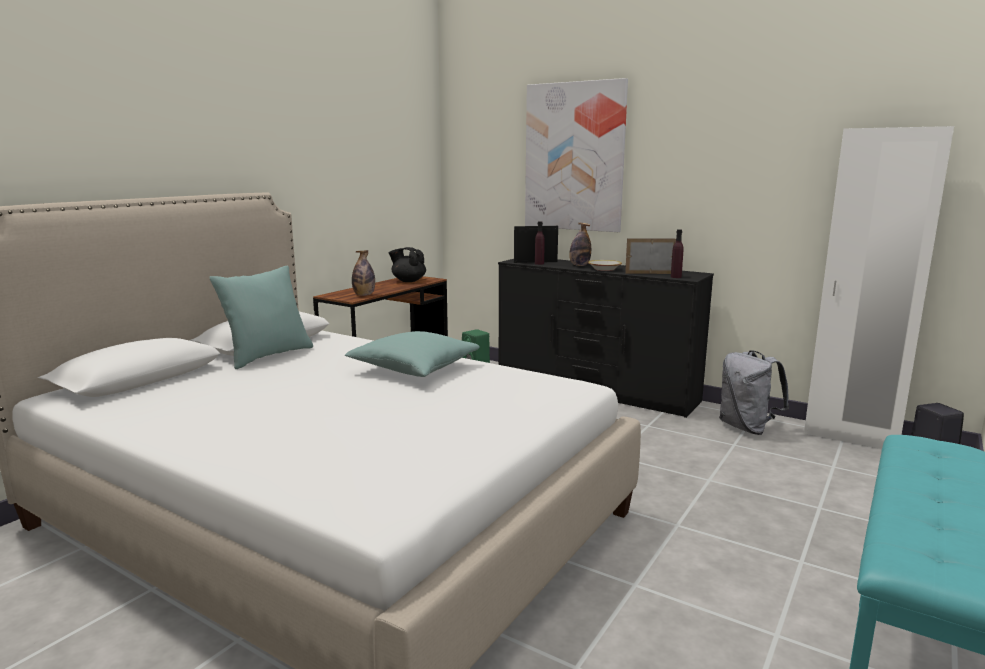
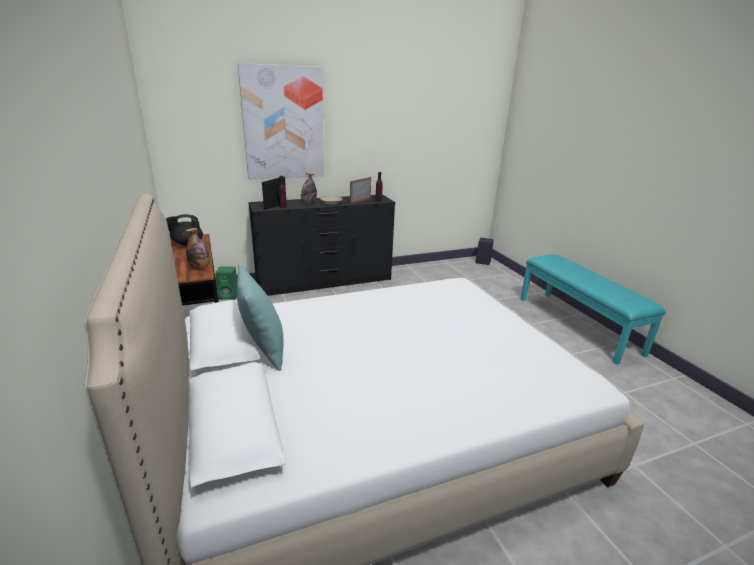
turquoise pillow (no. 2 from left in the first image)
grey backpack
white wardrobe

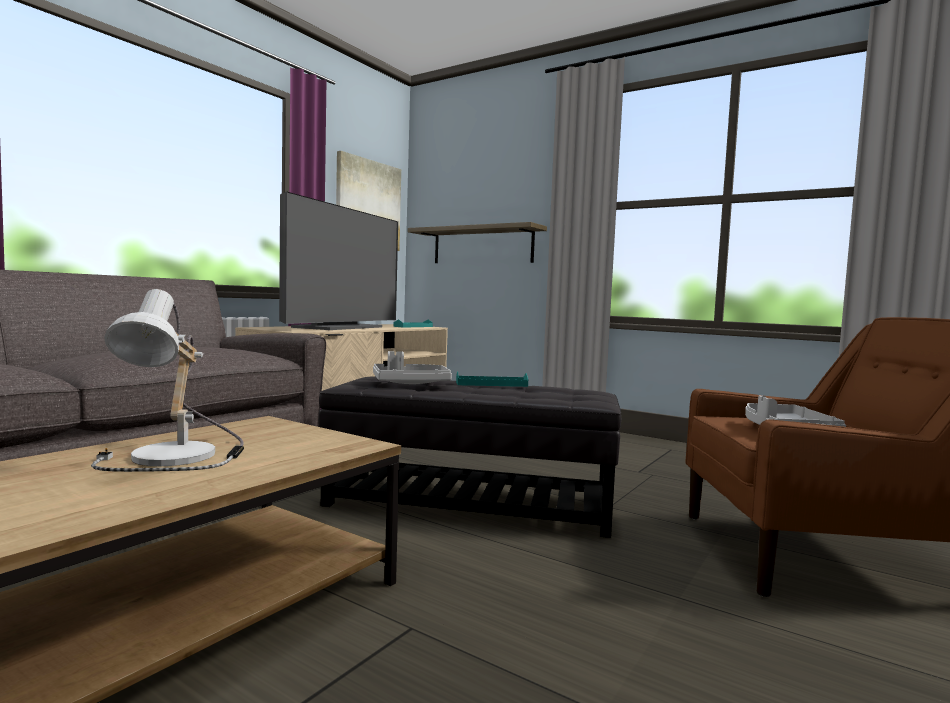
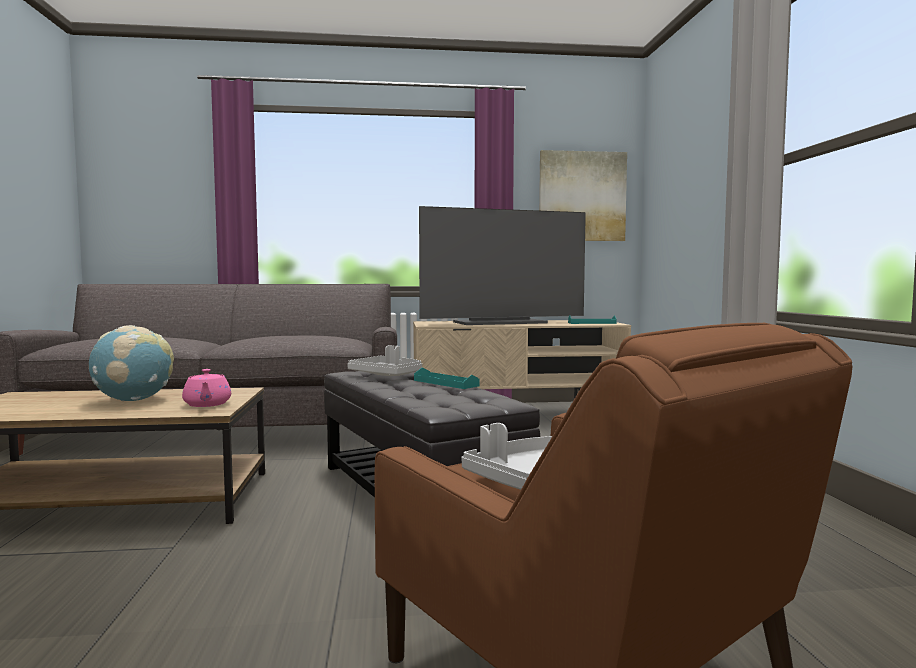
shelf
pink teapot
globe

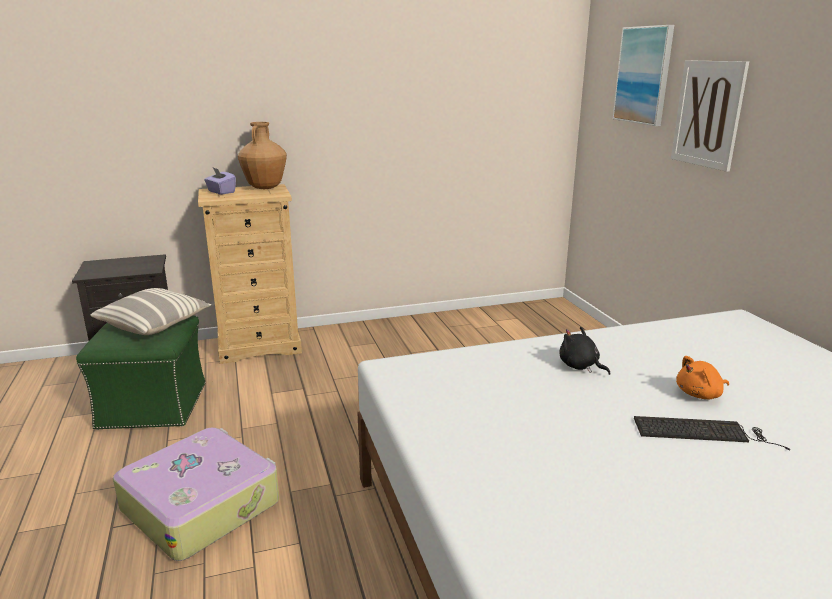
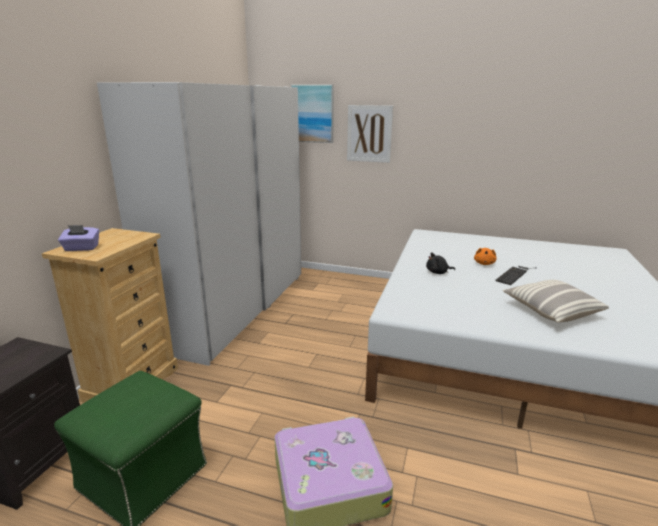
brown vase
white wardrobe
pillow

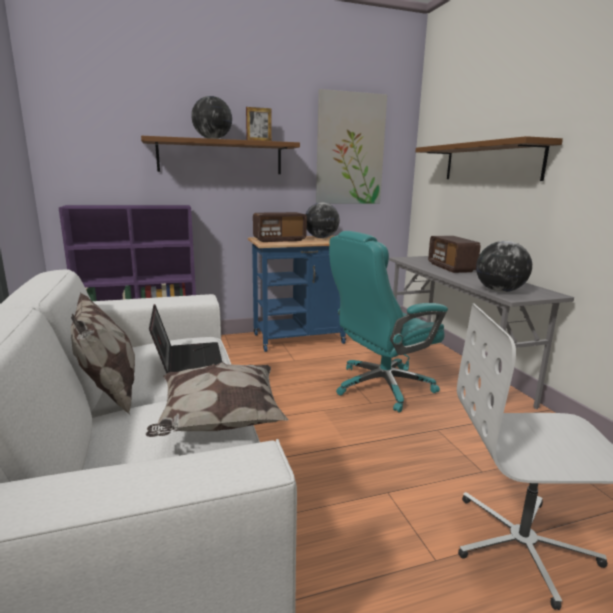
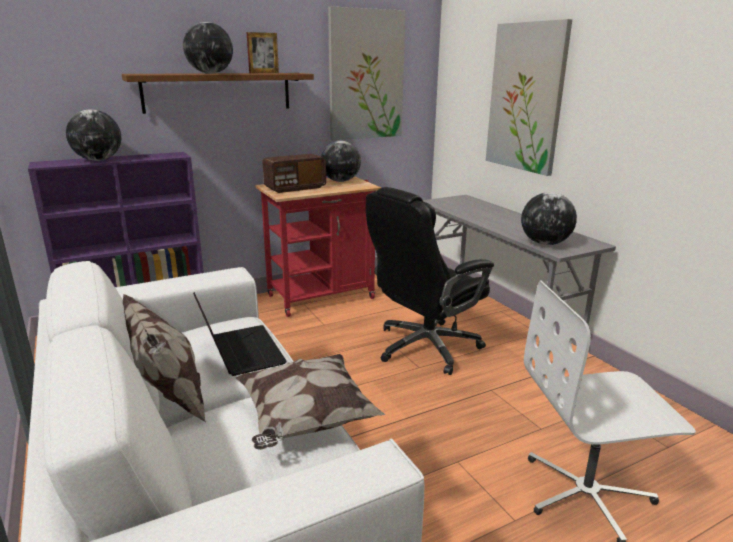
radio (no. 2 from left in the first image)
globe (no. 1 from left)
picture (no. 2 from left)
red cart
black office chair

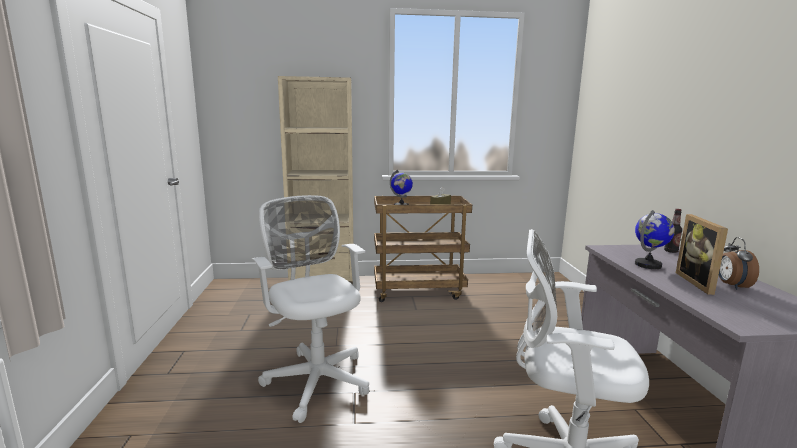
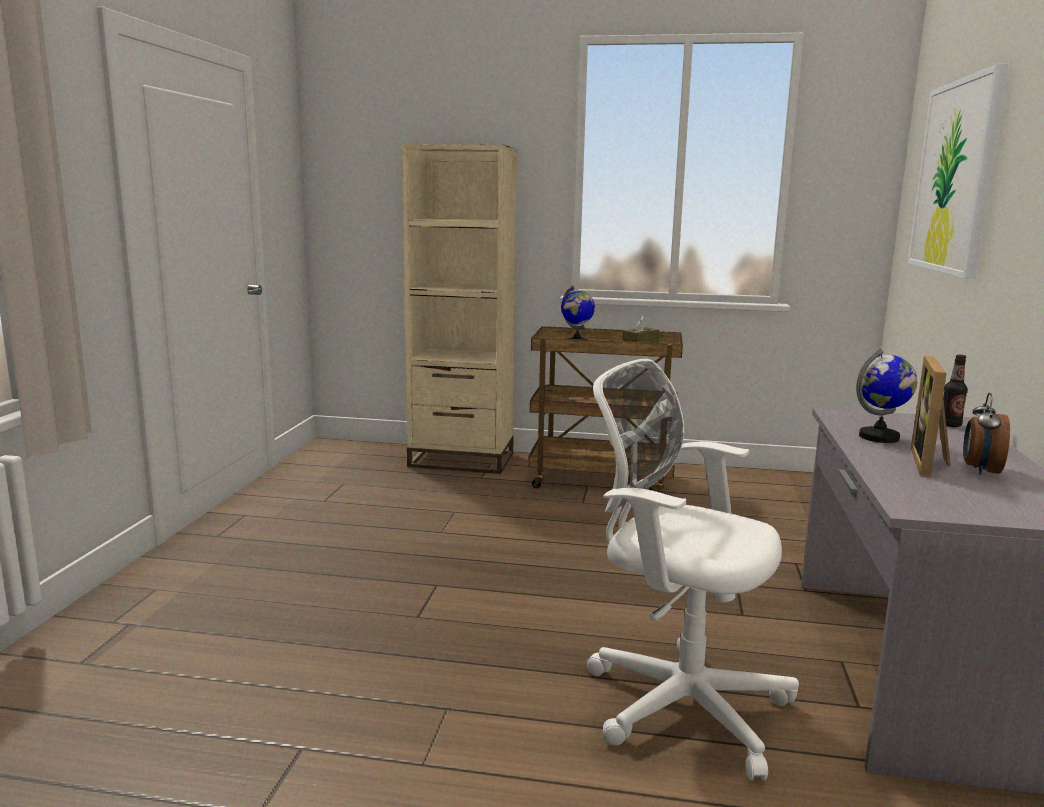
white office chair (no. 1 from left in the first image)
picture

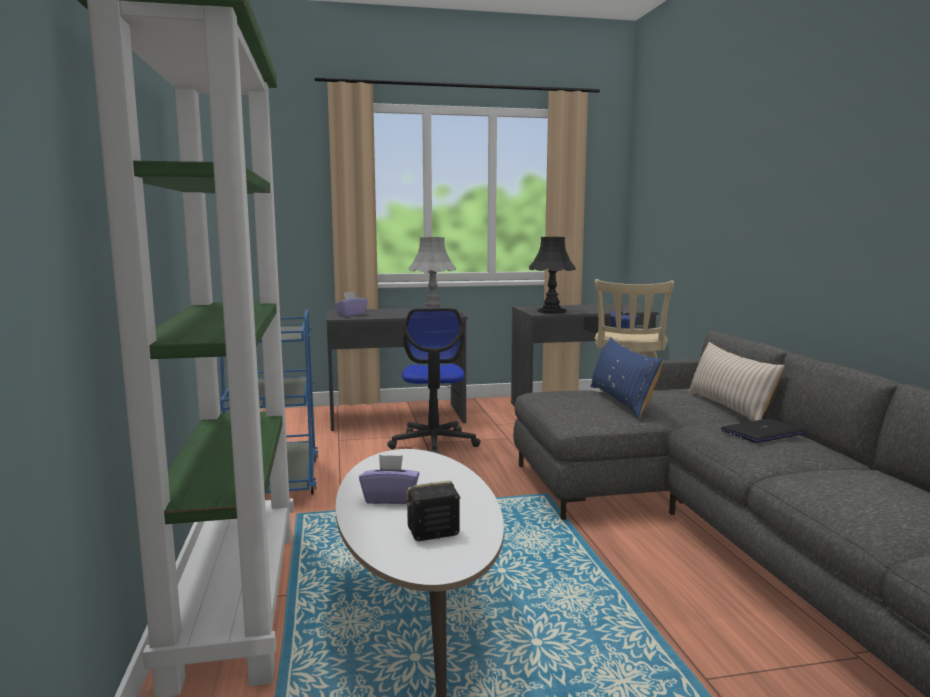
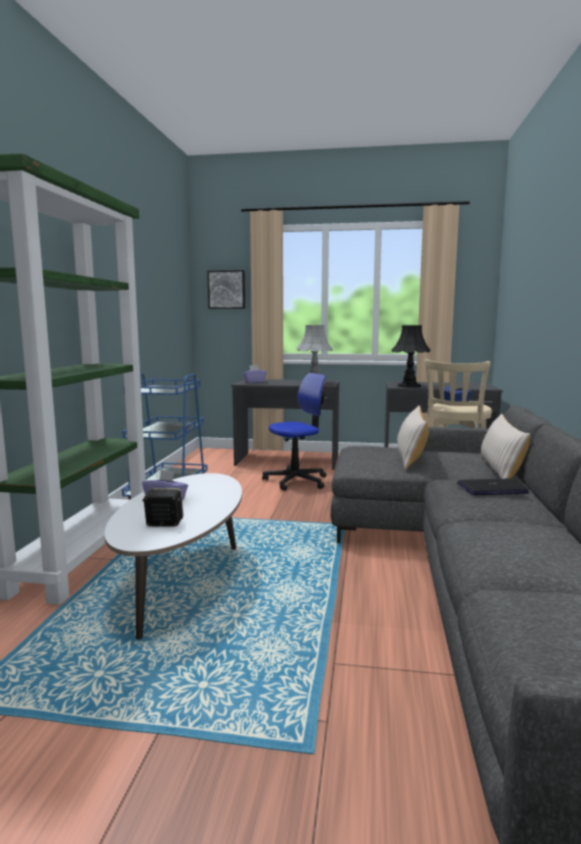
picture
beige pillow (no. 1 from left)
office chair

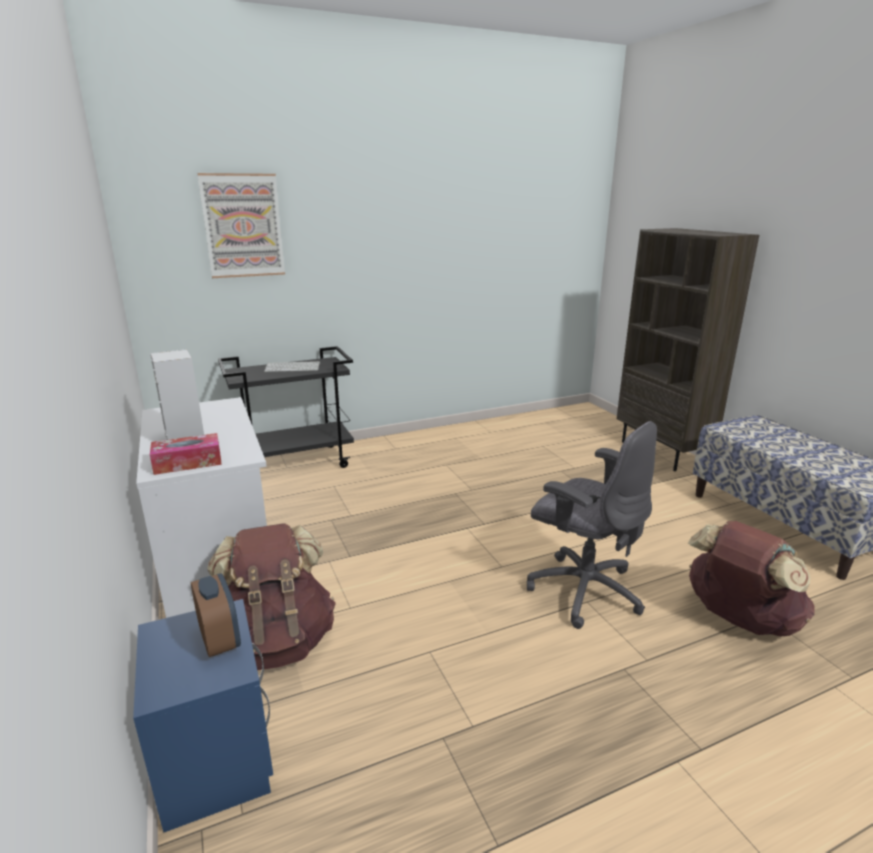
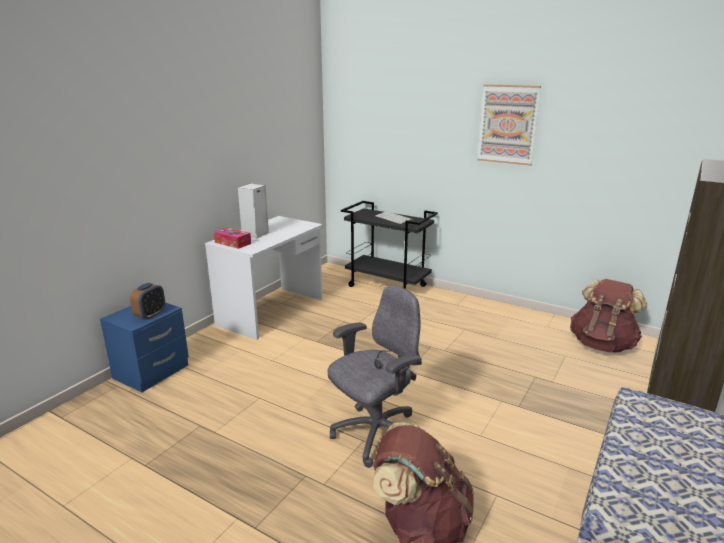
picture
brown backpack (no. 2 from left)
grey office chair

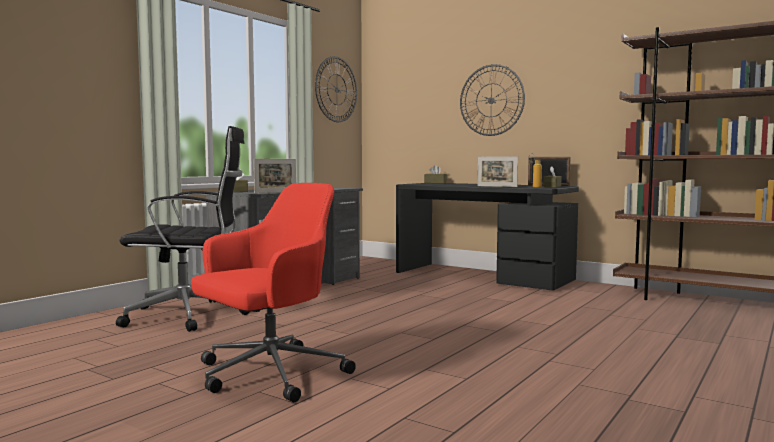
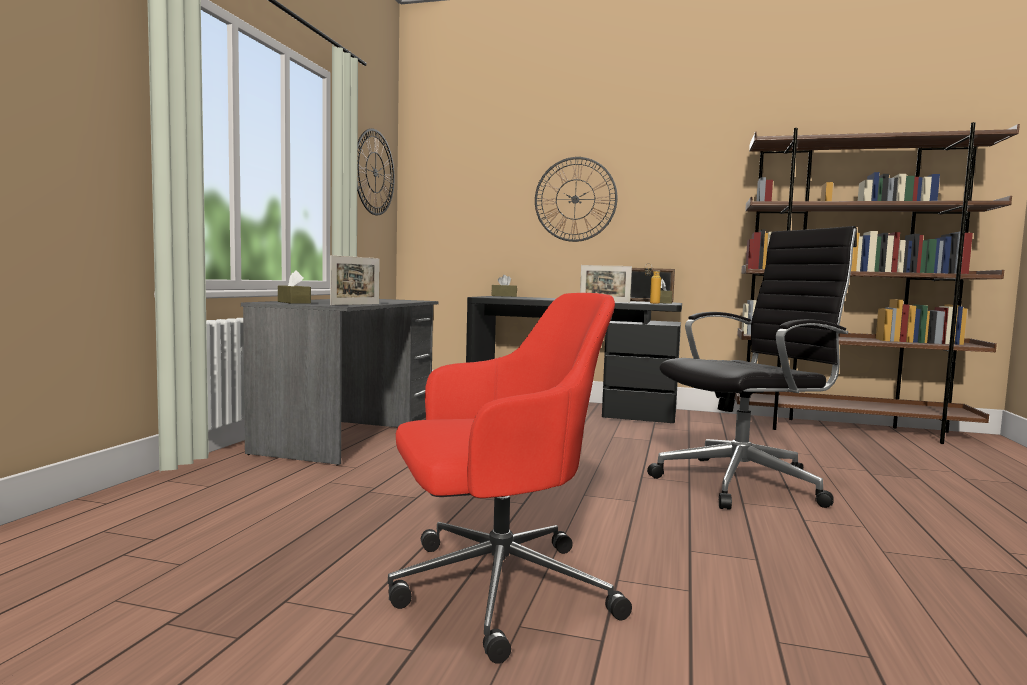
black office chair
red office chair

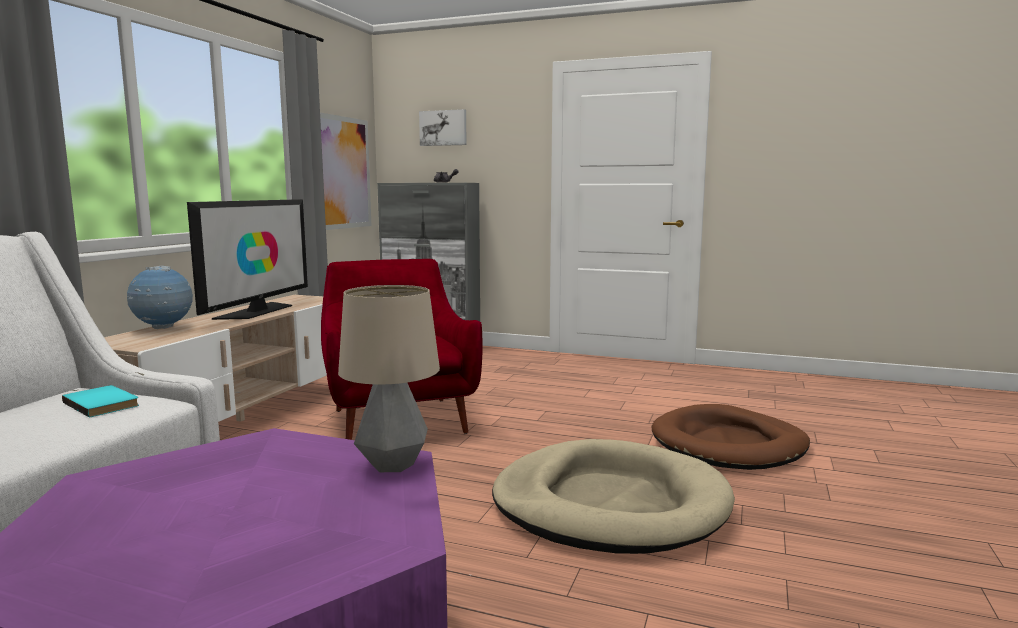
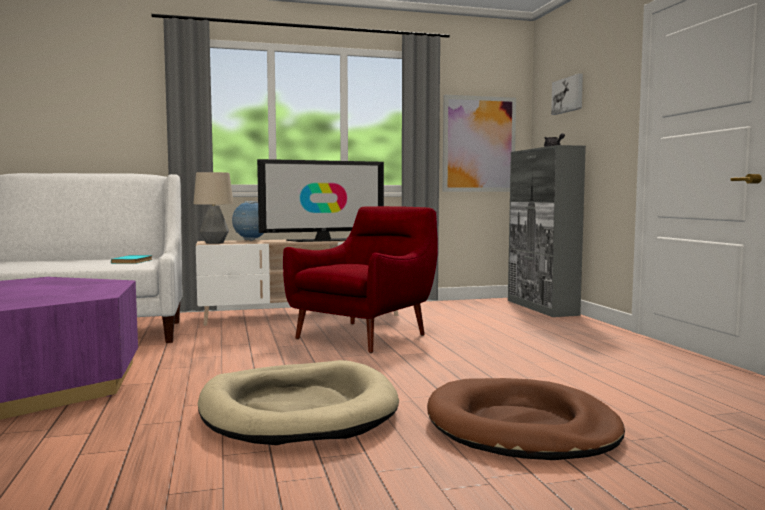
table lamp

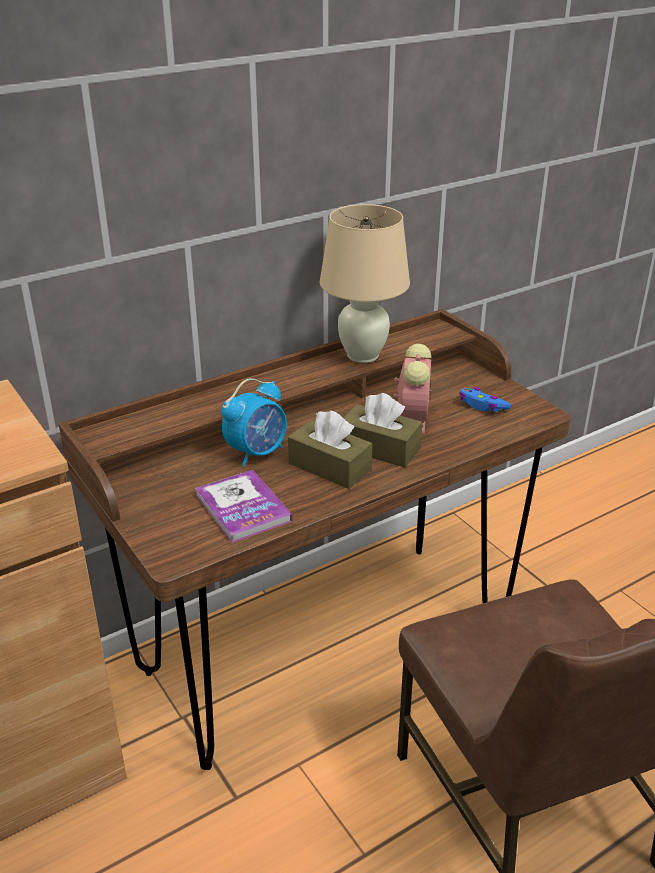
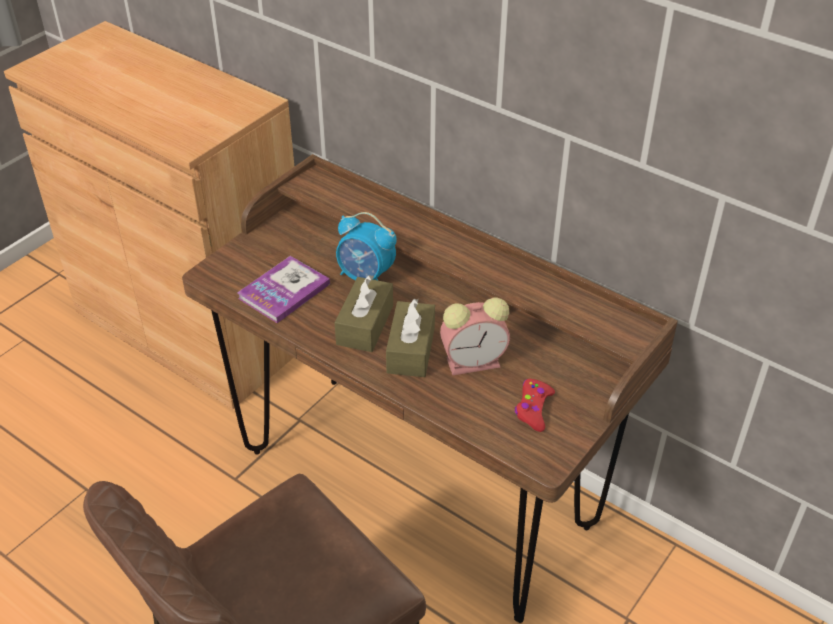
beige table lamp
red game controller

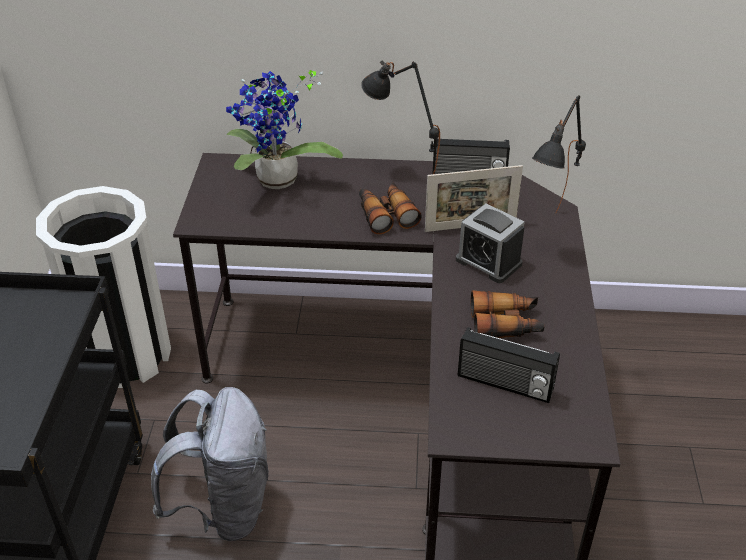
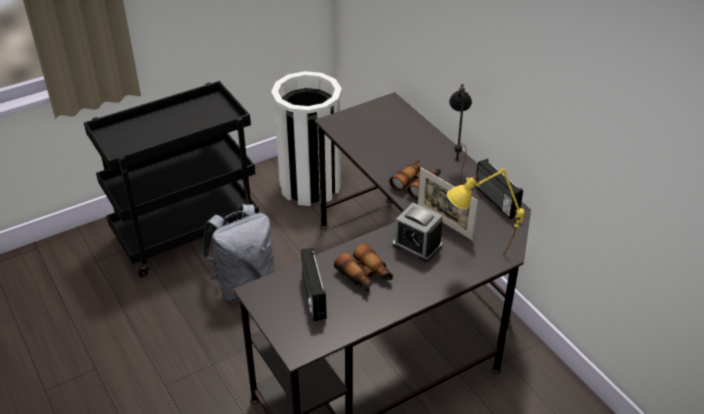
potted plant
yellow table lamp
alarm clock

